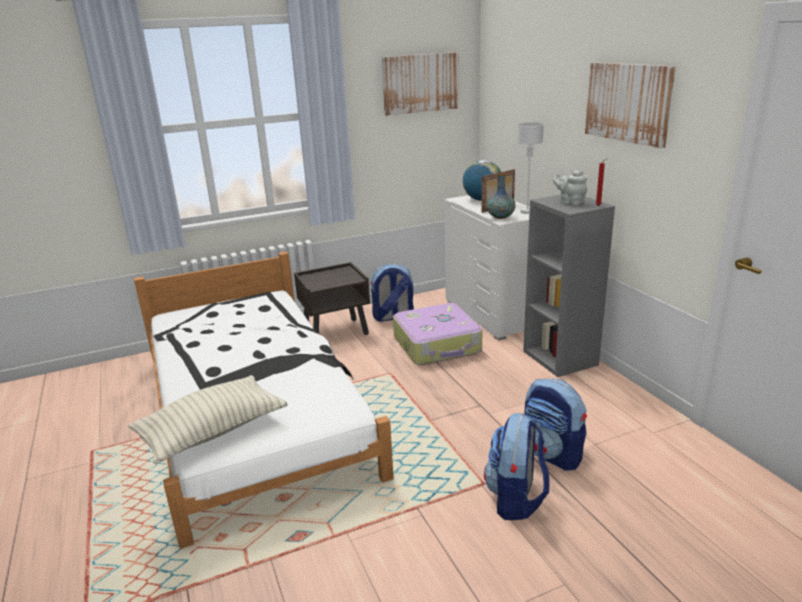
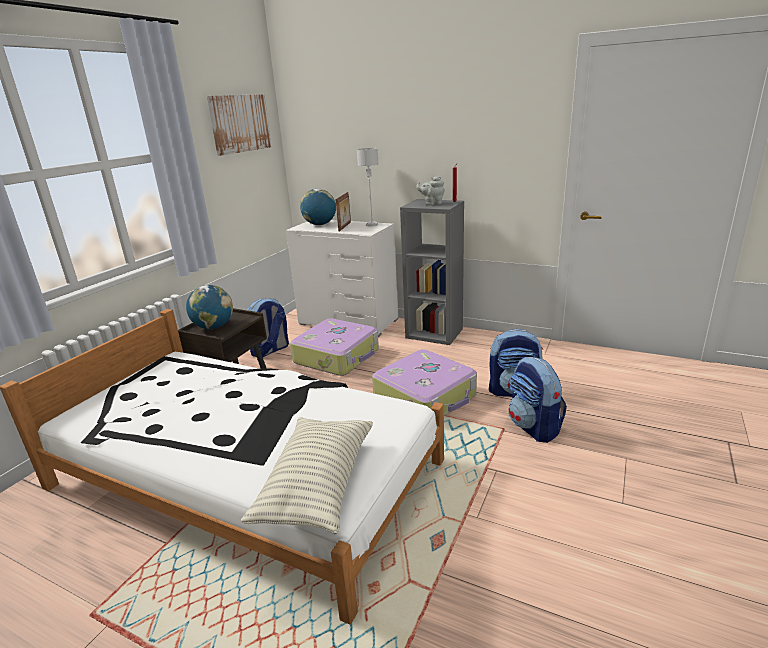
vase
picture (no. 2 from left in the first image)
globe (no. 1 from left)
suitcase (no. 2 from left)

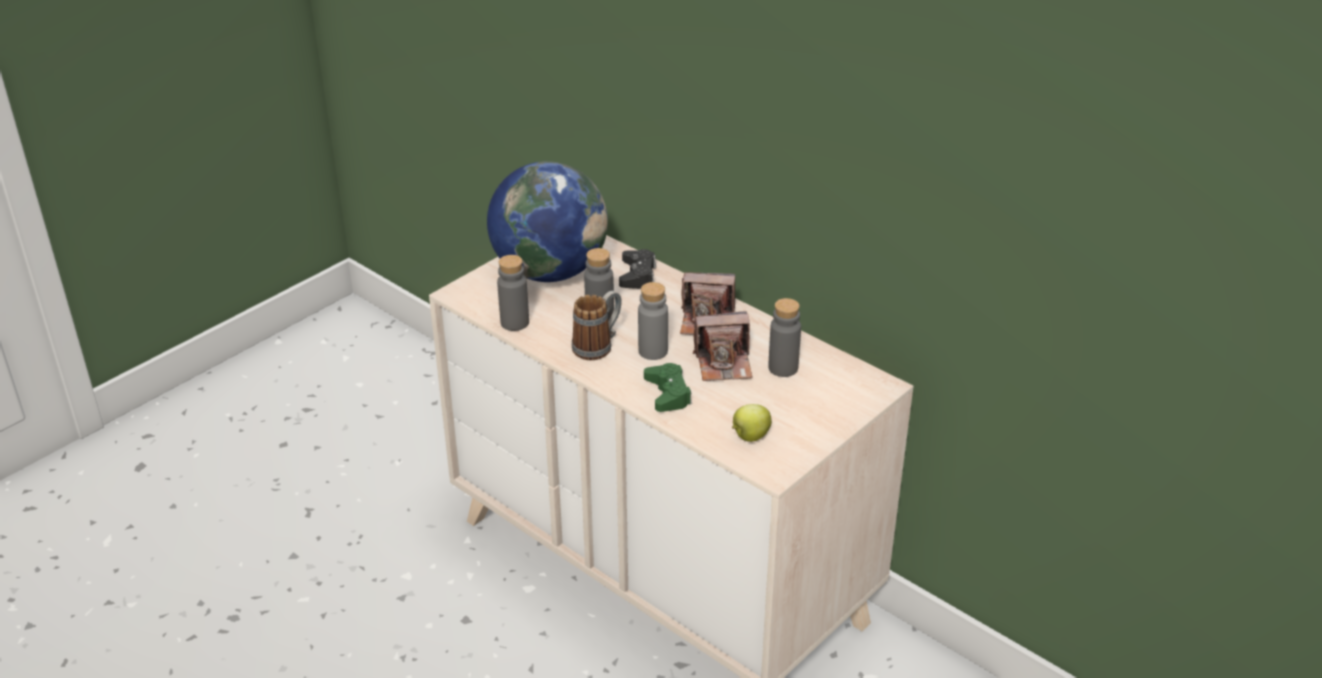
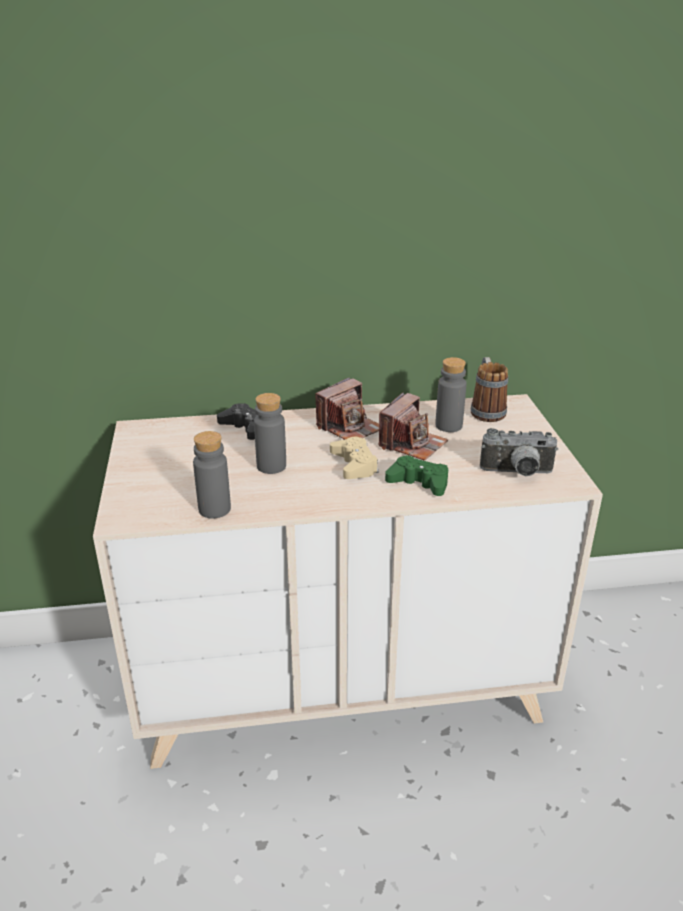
globe
mug
beige game controller
photo camera (no. 3 from left)

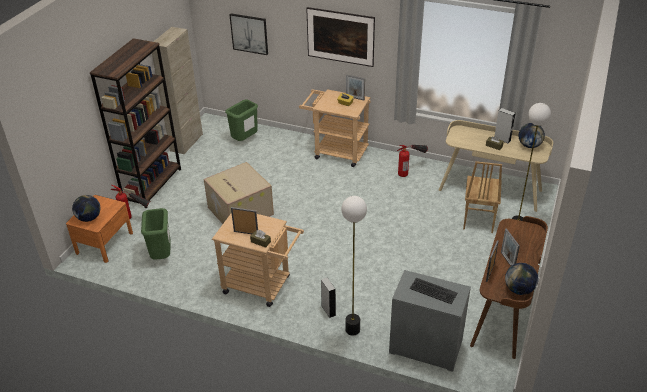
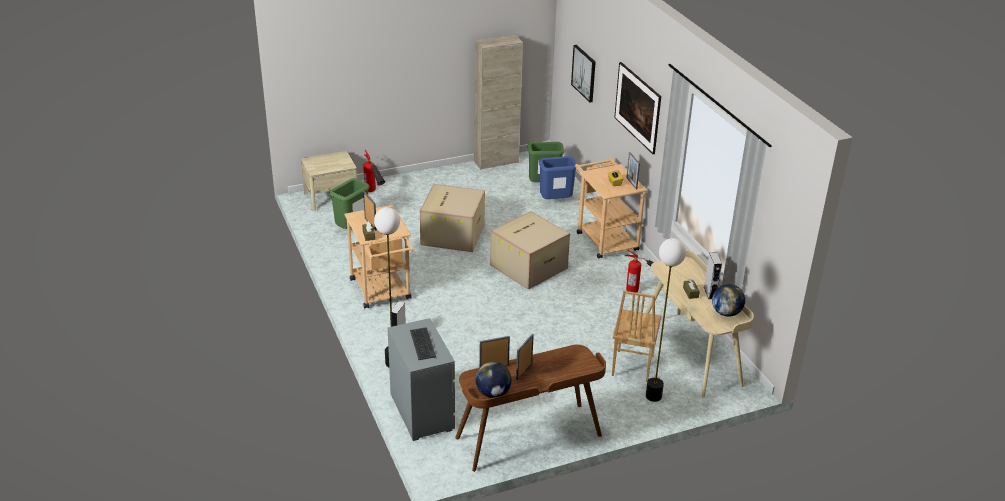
globe (no. 1 from left in the first image)
brown bookcase
cardboard box (no. 2 from left)
blue trash can
beige nightstand
brown chair

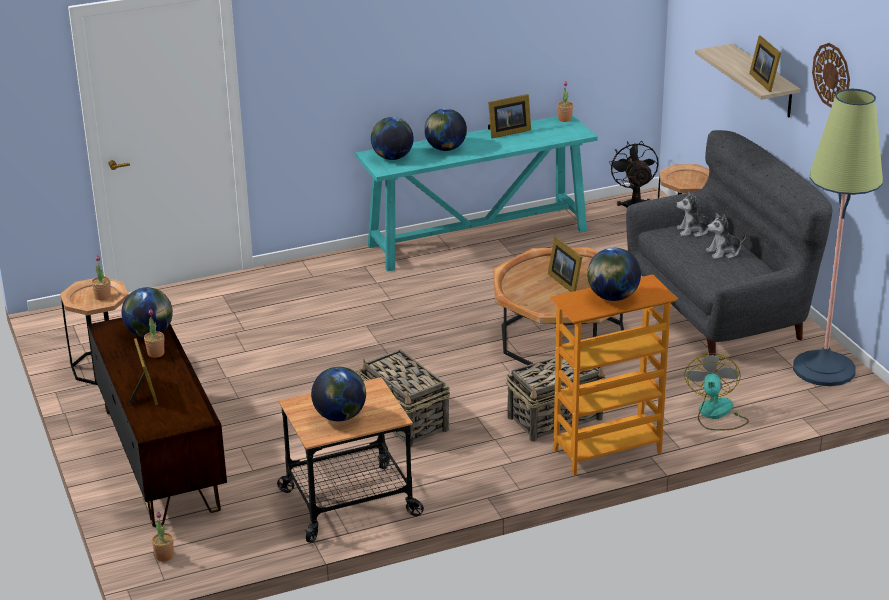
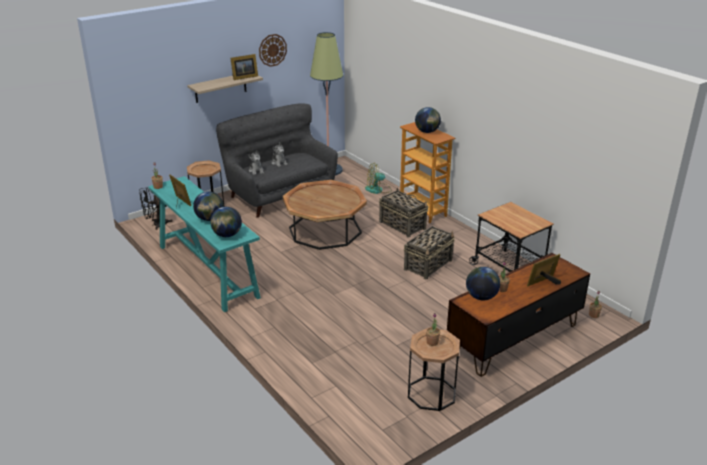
globe (no. 2 from left in the first image)
picture frame (no. 3 from left in the first image)

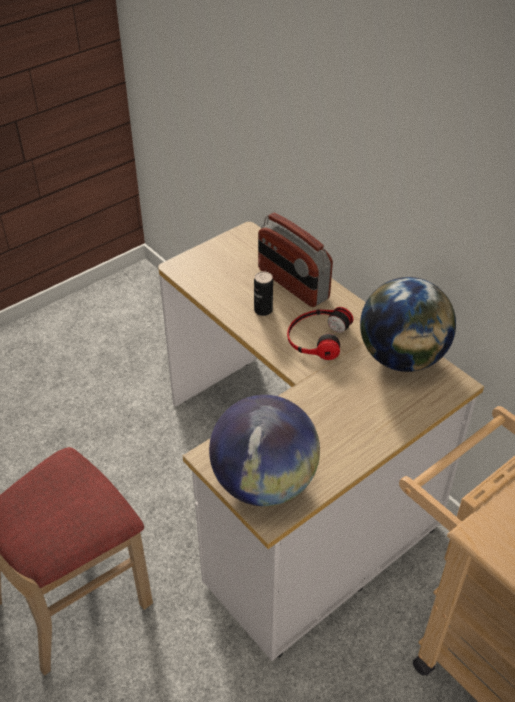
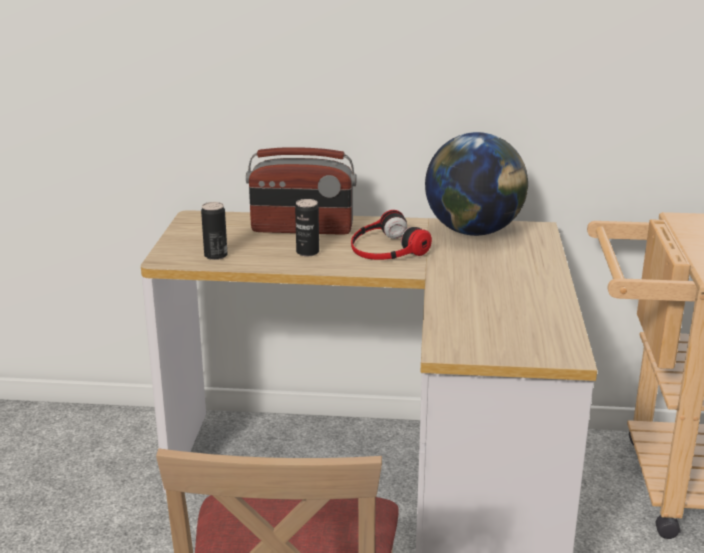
globe (no. 1 from left in the first image)
can (no. 1 from left)

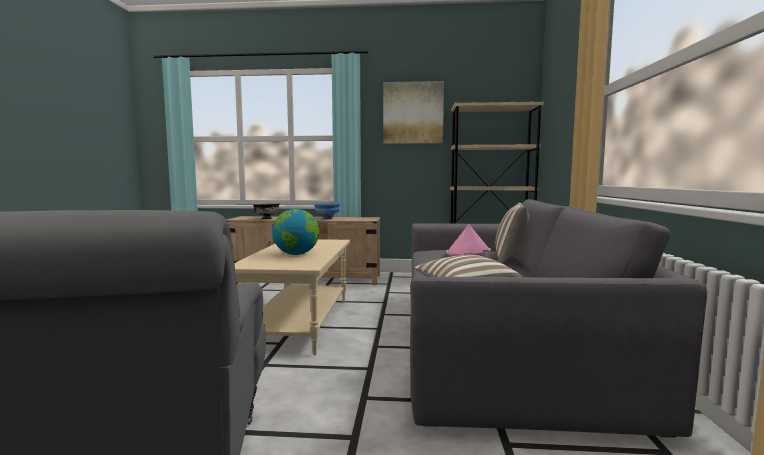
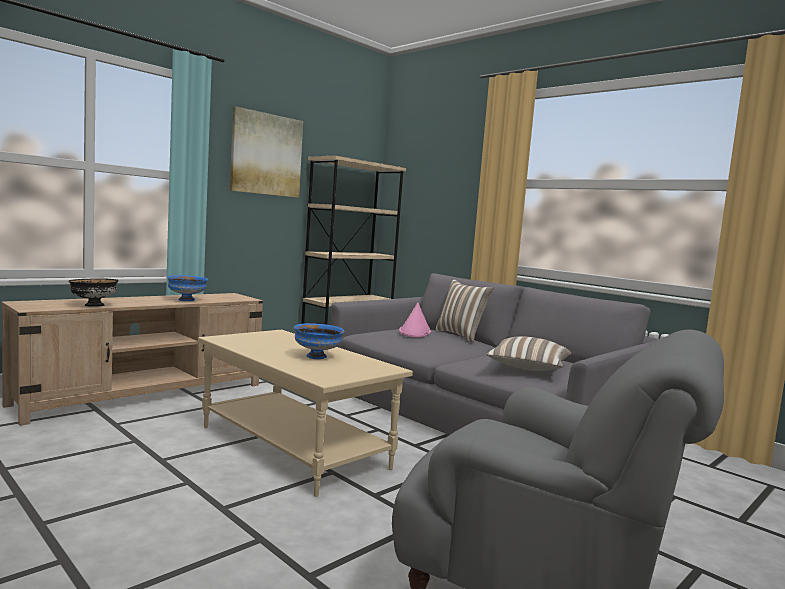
blue bowl (no. 2 from left)

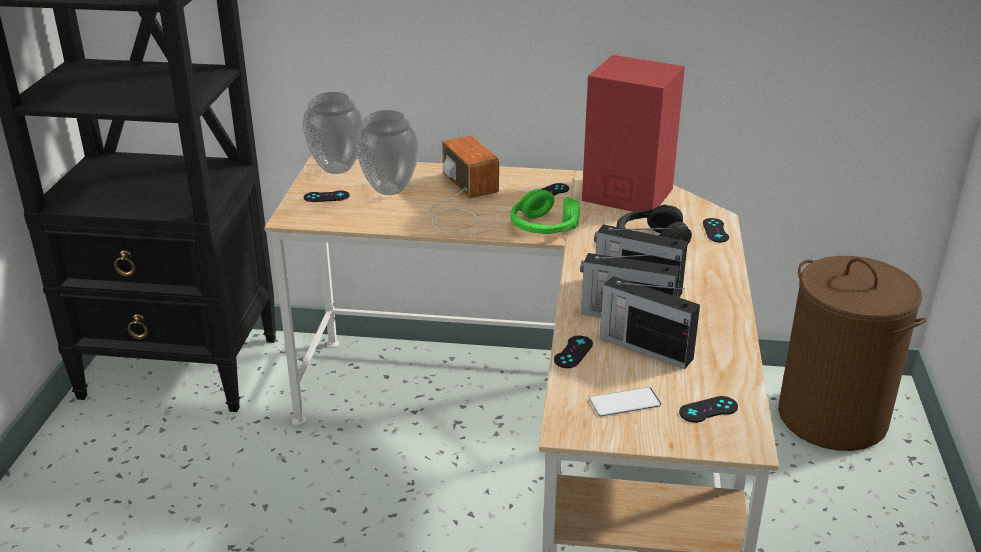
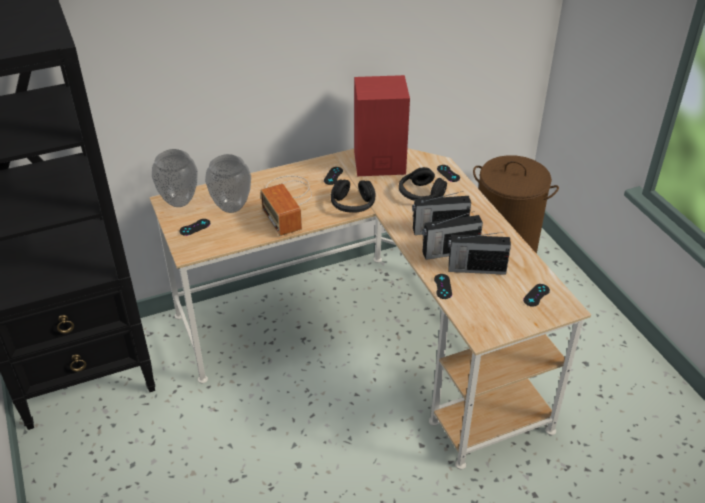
phone
black headphones (no. 1 from left)
radio (no. 1 from left)

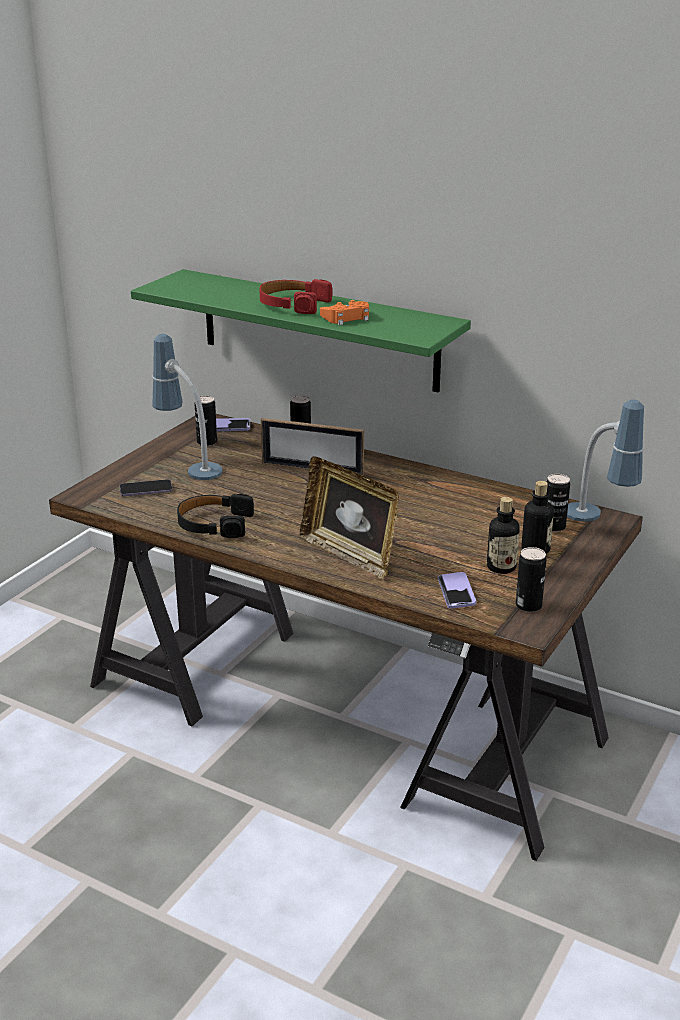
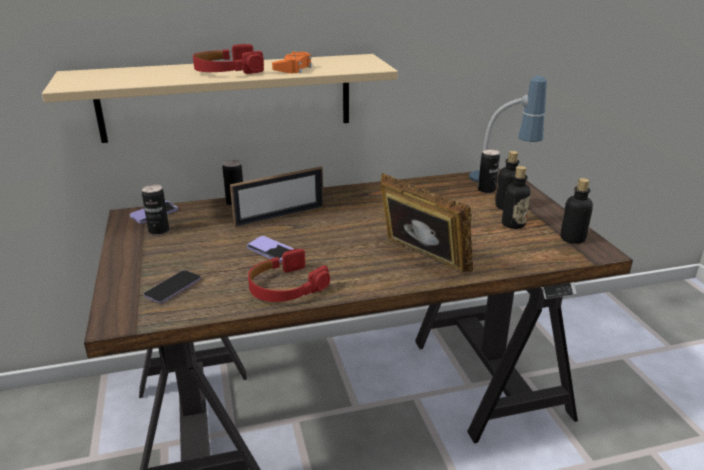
table lamp (no. 1 from left in the first image)
phone (no. 3 from left)
bottle (no. 3 from left)
beige shelf
red headphones (no. 2 from left)
picture frame (no. 2 from left)

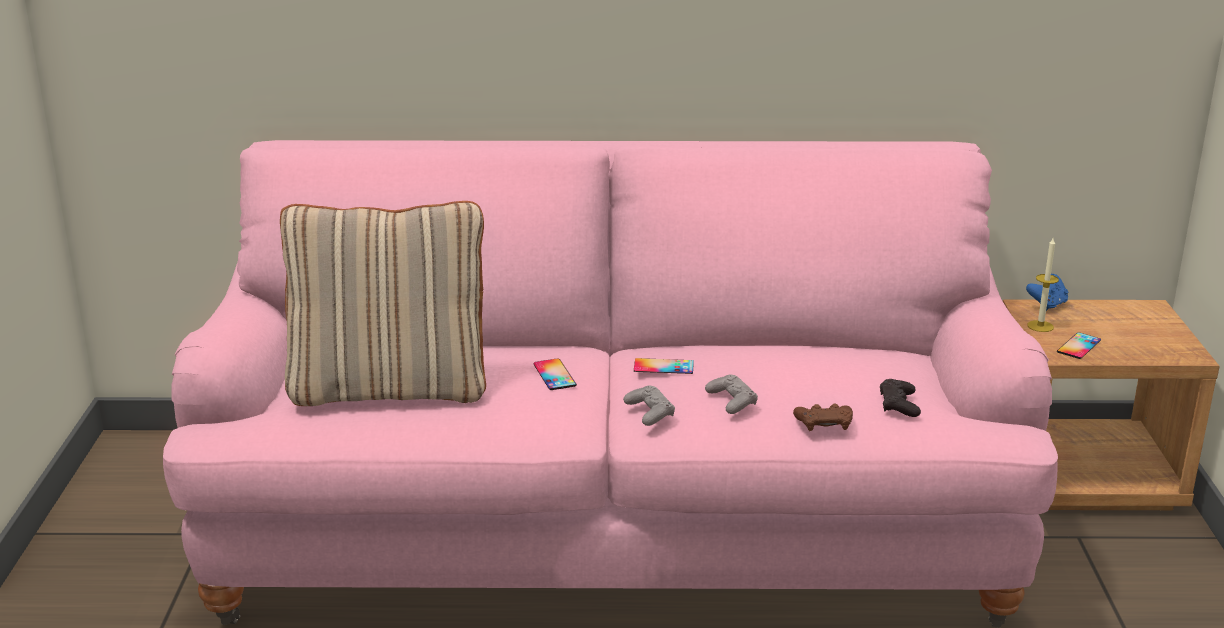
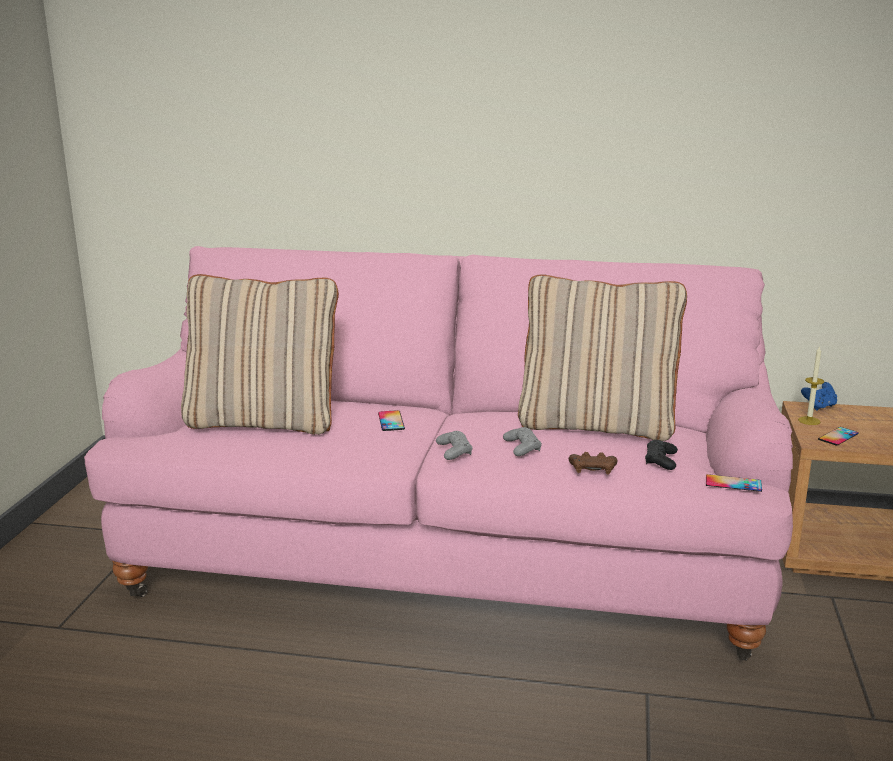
beige pillow (no. 2 from left)
phone (no. 2 from left)

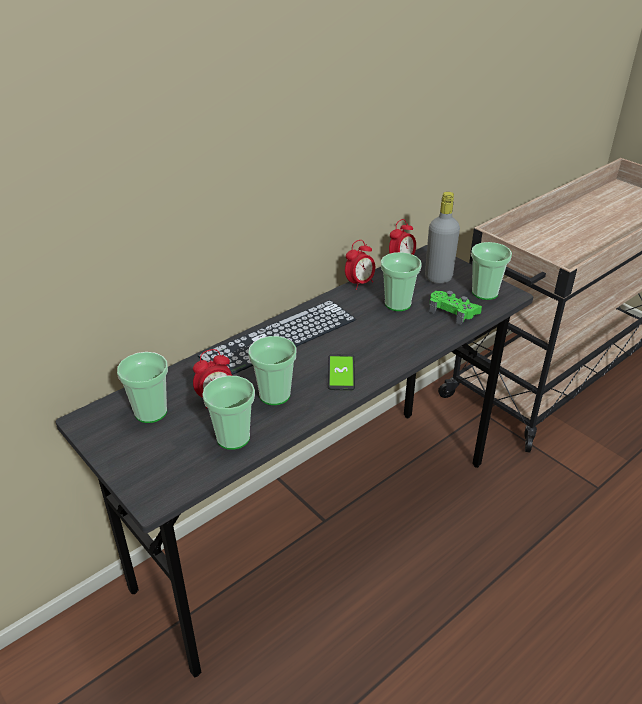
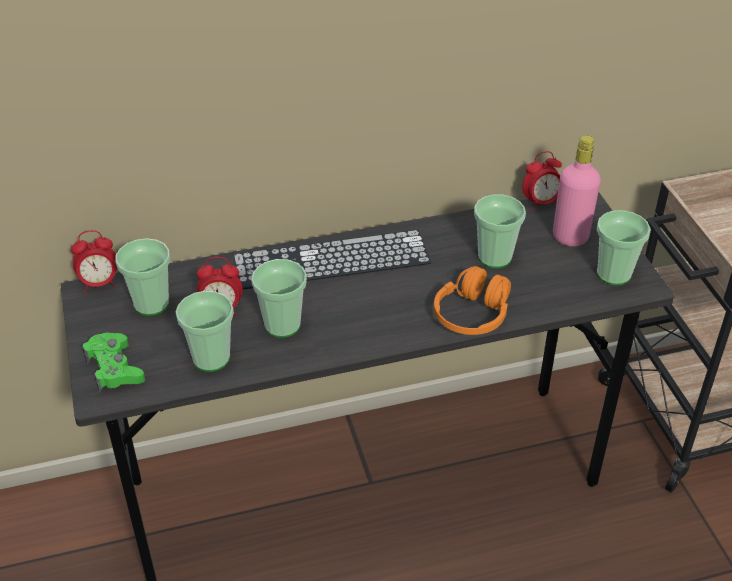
phone
orange headphones
alarm clock (no. 1 from left)
green game controller
pink bottle

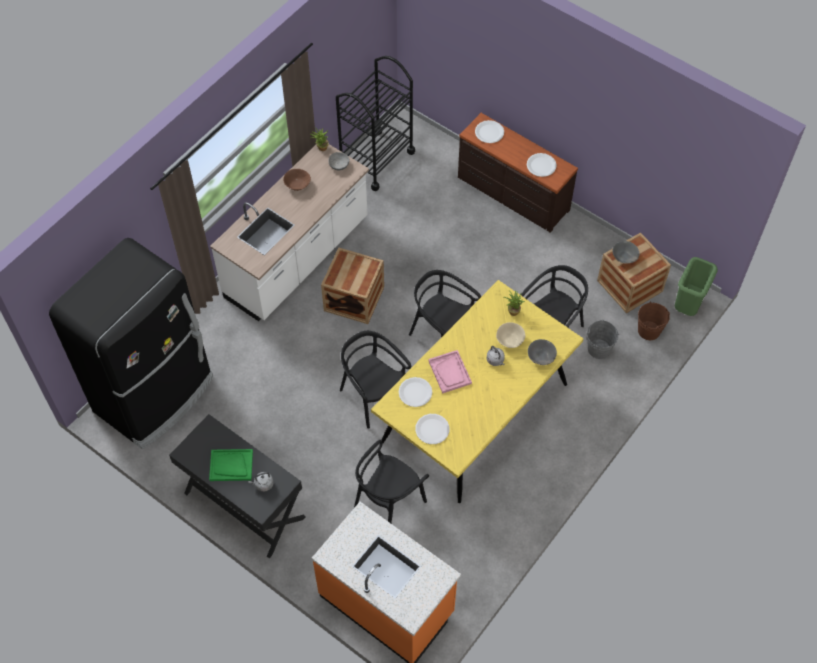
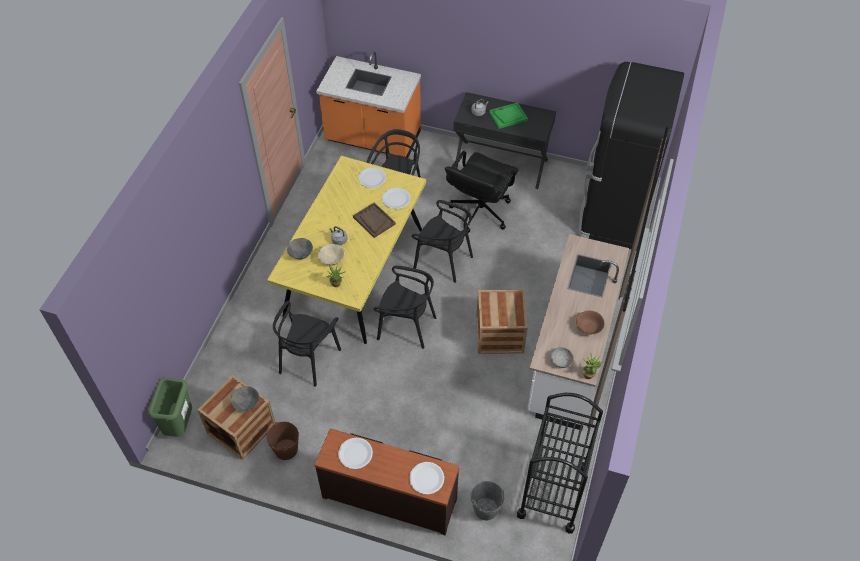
black office chair
grey bucket
brown bucket
brown tray

